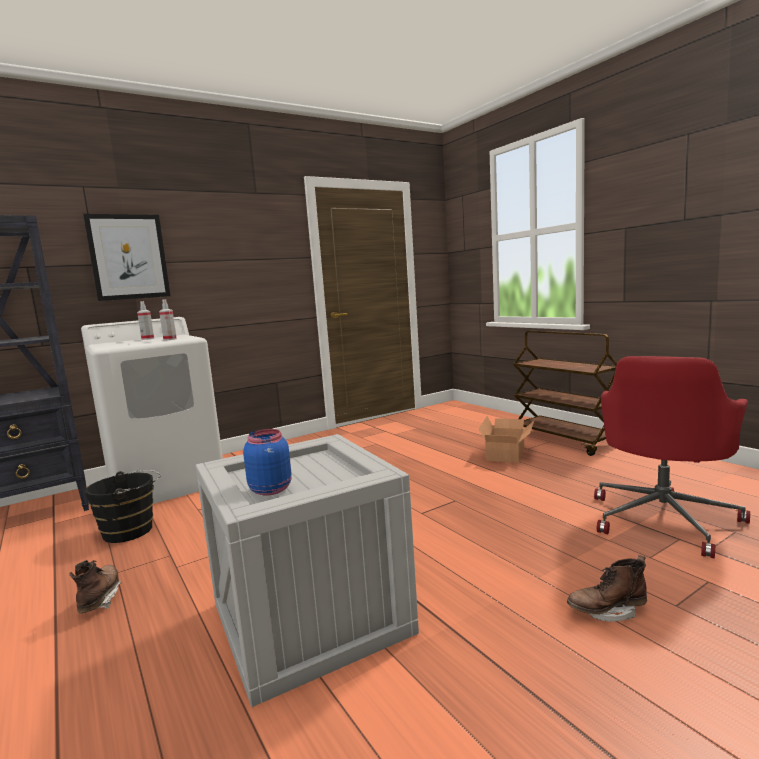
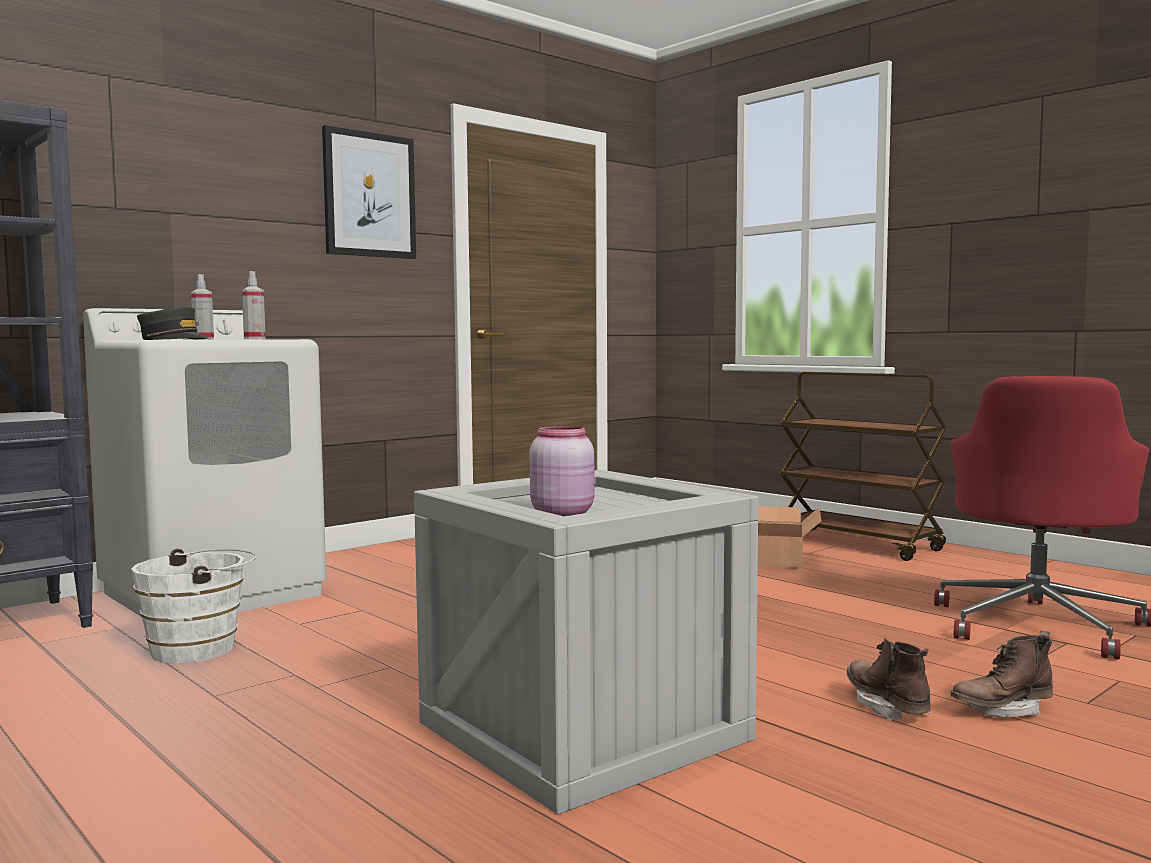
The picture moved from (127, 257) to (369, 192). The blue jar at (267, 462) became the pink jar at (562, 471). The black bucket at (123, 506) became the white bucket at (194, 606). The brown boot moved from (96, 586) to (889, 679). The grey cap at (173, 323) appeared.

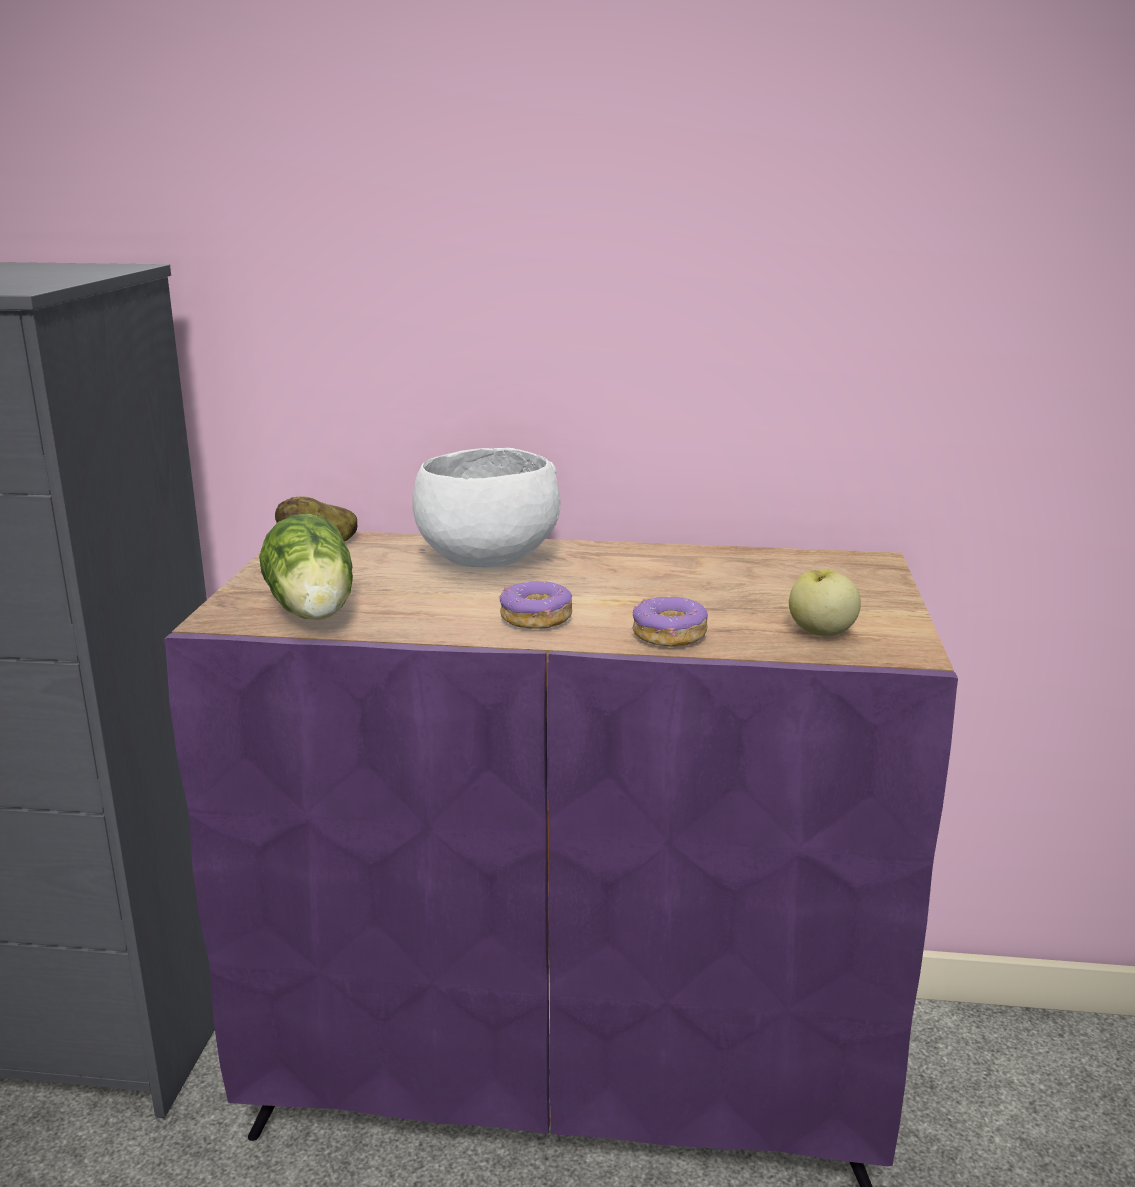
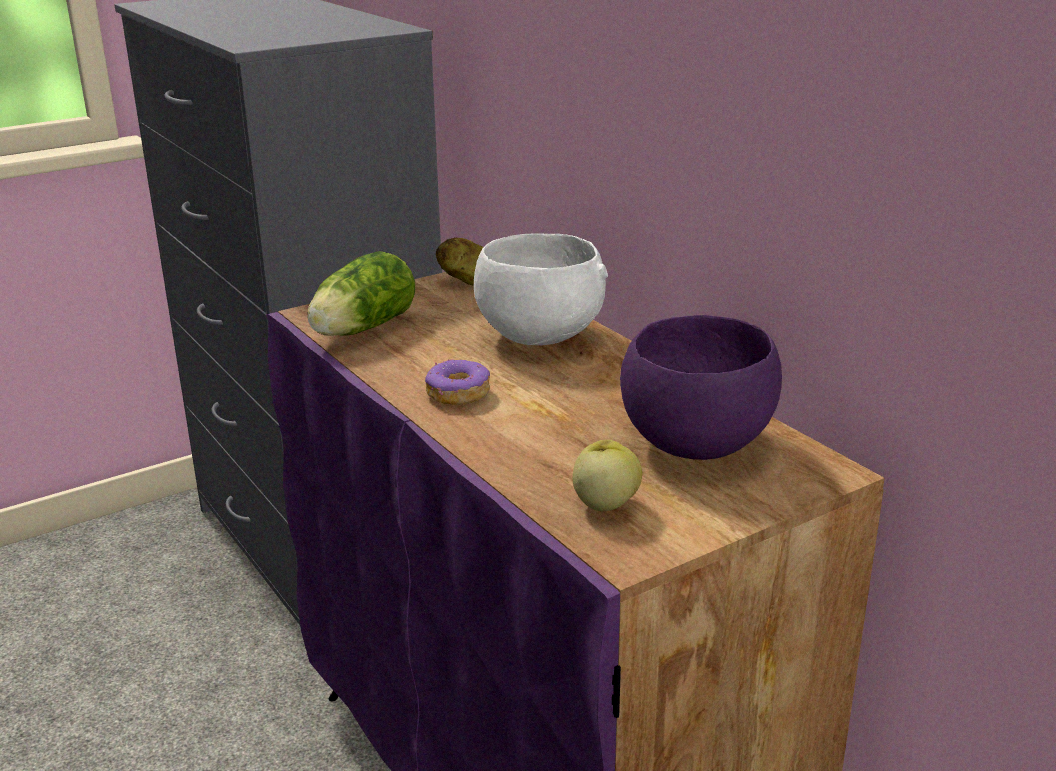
The donut at (670, 622) disappeared. The purple bowl at (701, 387) appeared.

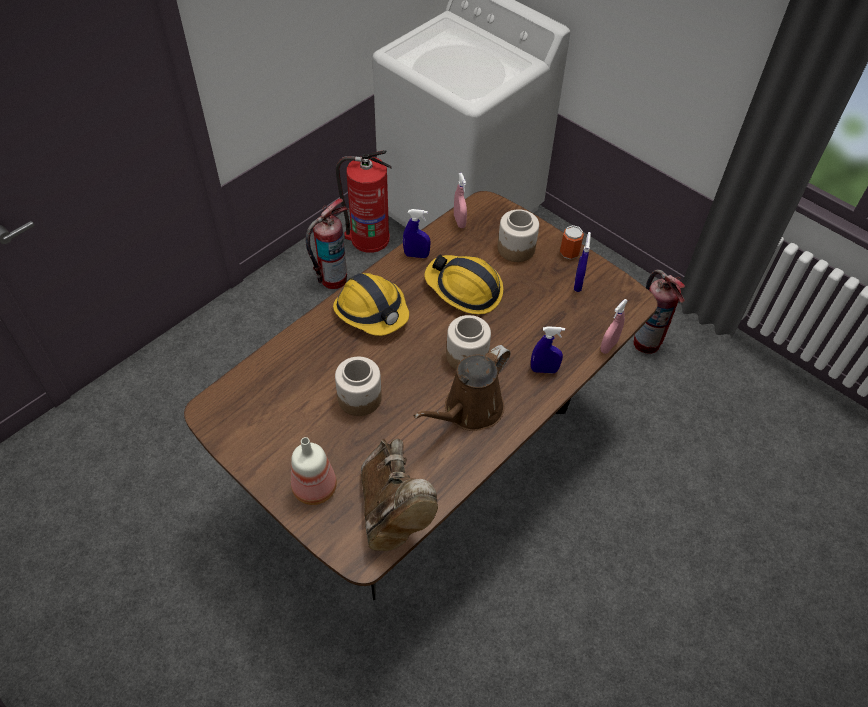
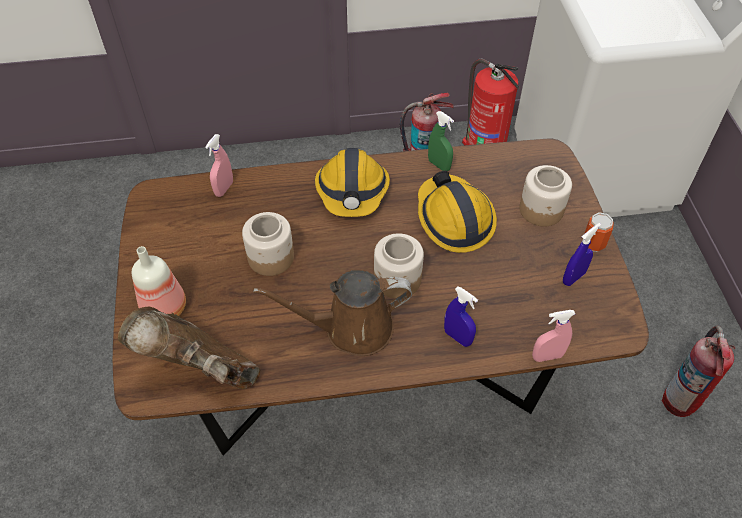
The pink spray bottle moved from (460, 200) to (219, 165). The blue spray bottle at (417, 233) became the green spray bottle at (441, 141). The brown boot at (399, 495) turned 90 degrees clockwise.

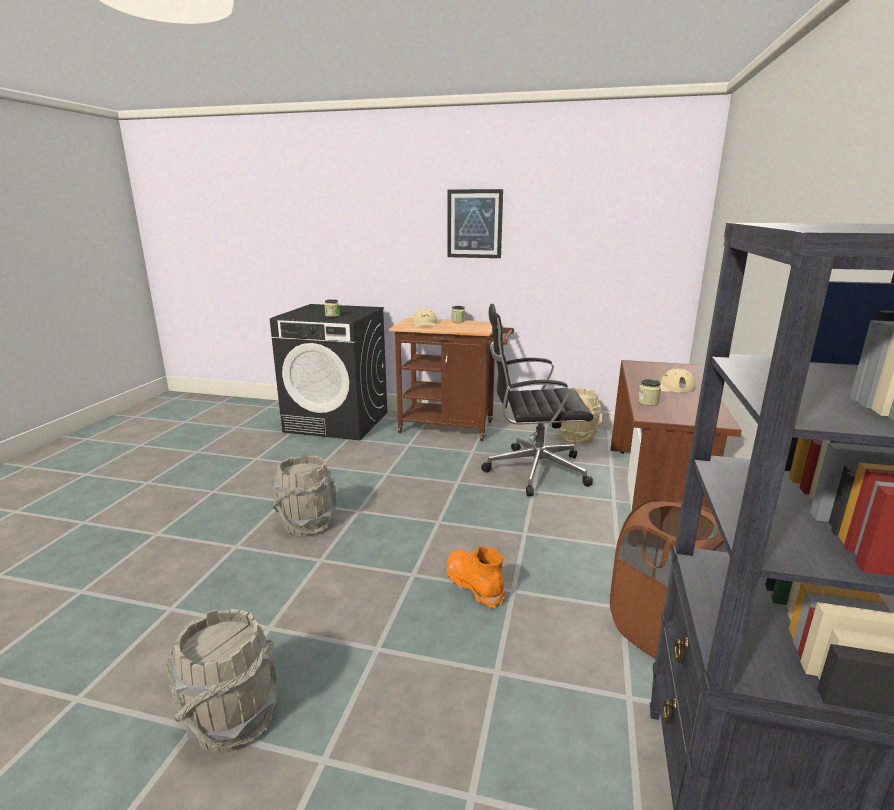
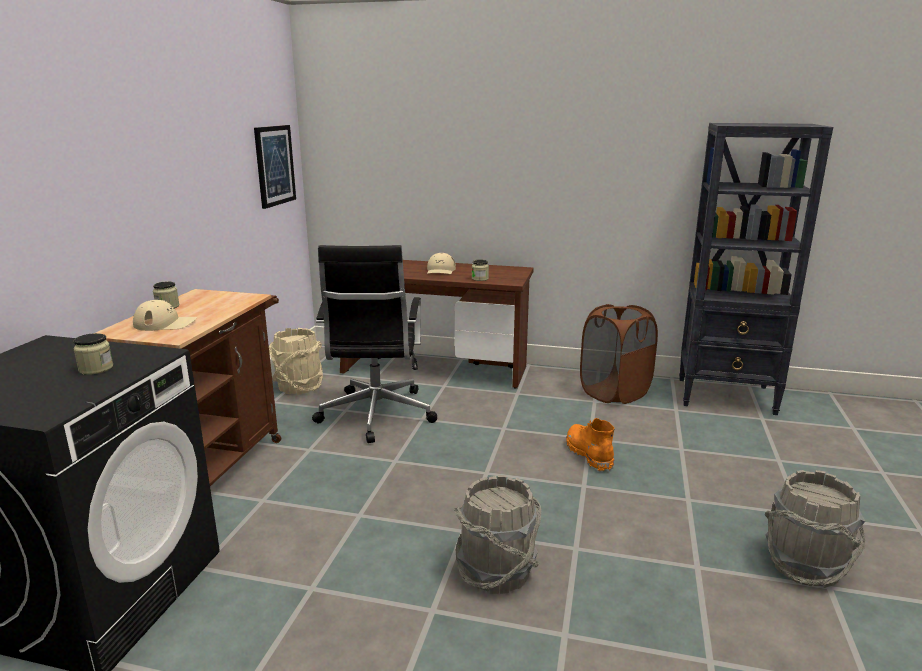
The picture moved from (475, 223) to (275, 167). The orange boot at (475, 577) turned 105 degrees clockwise.

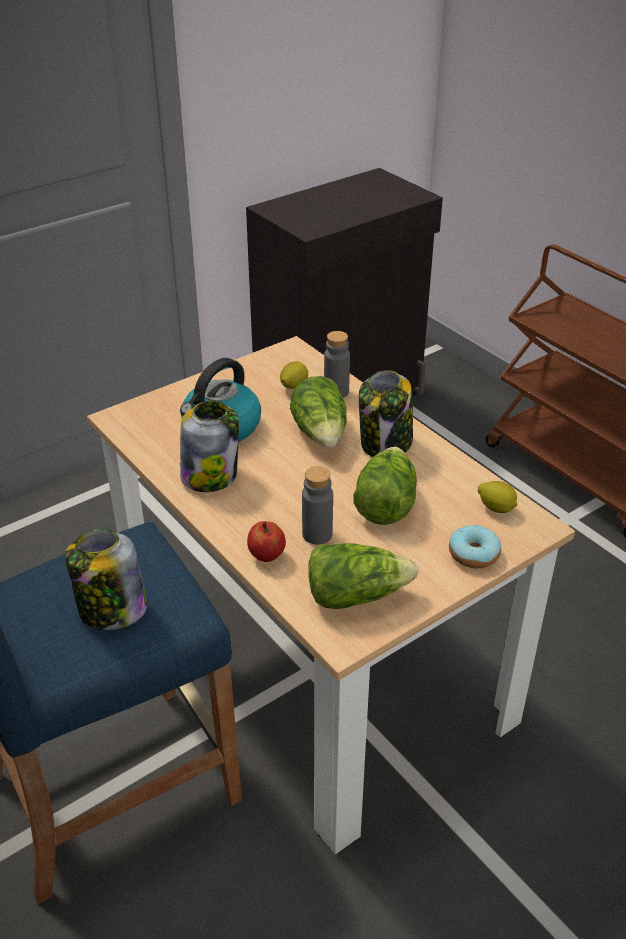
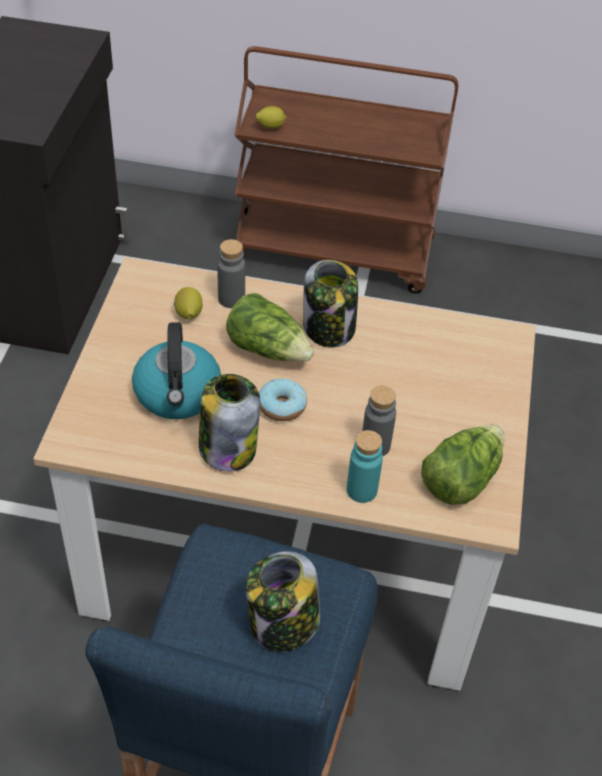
The lettuce at (385, 485) disappeared. The lemon moved from (497, 497) to (271, 117). The apple at (266, 541) was replaced by the turquoise bottle at (365, 466). The donut moved from (475, 546) to (283, 400).

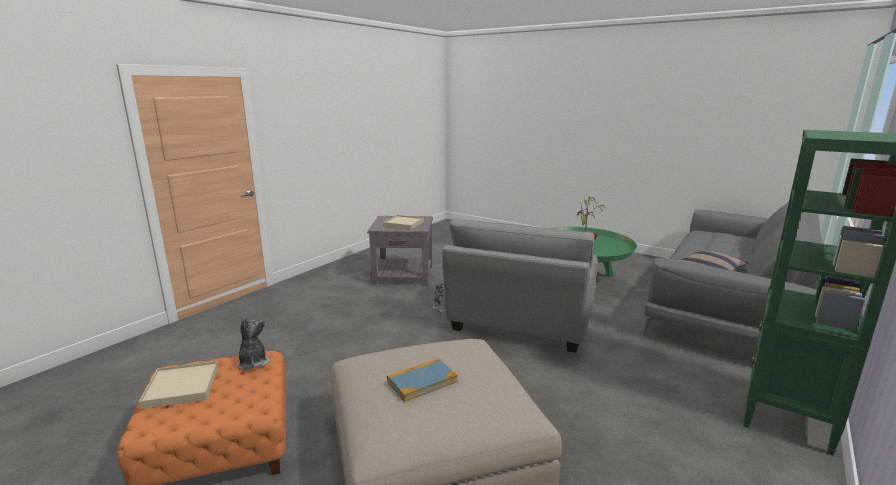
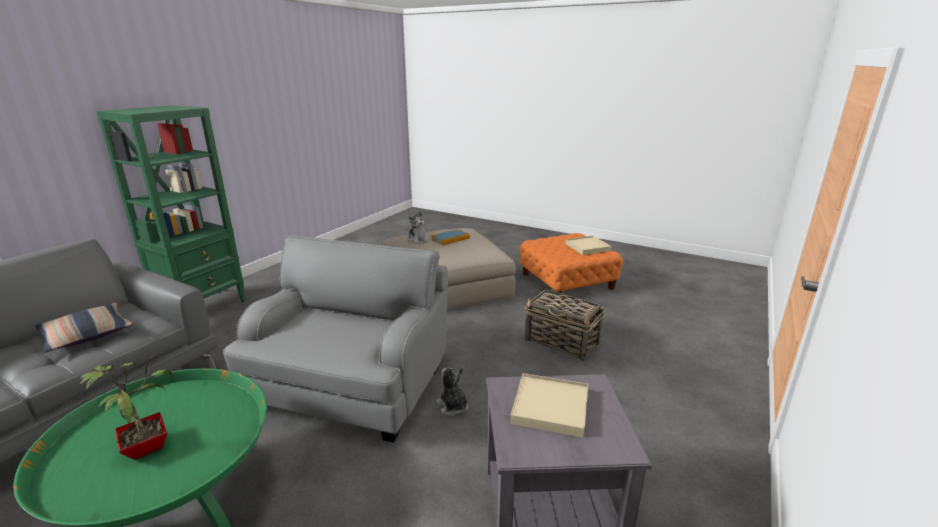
The plush toy moved from (253, 344) to (418, 227). The basket at (565, 325) appeared.

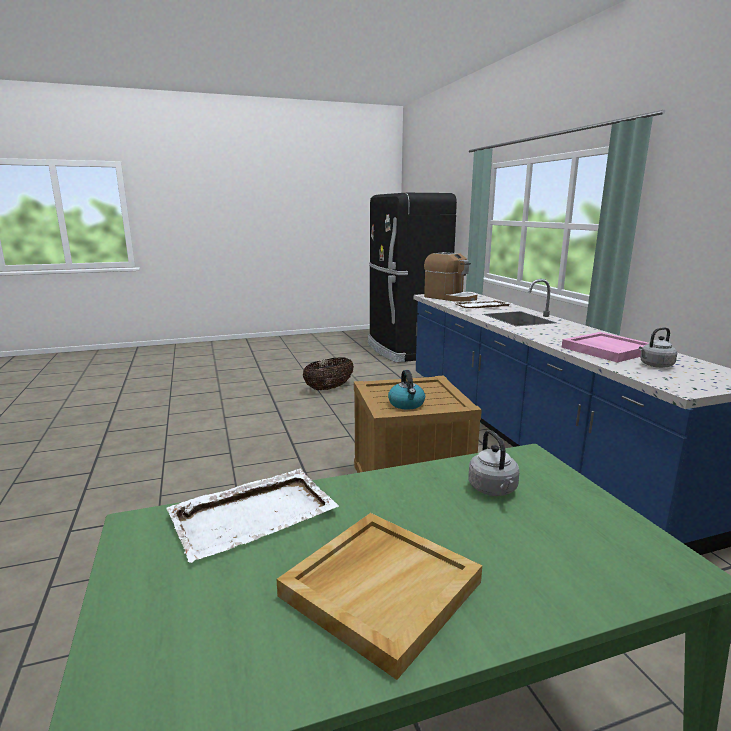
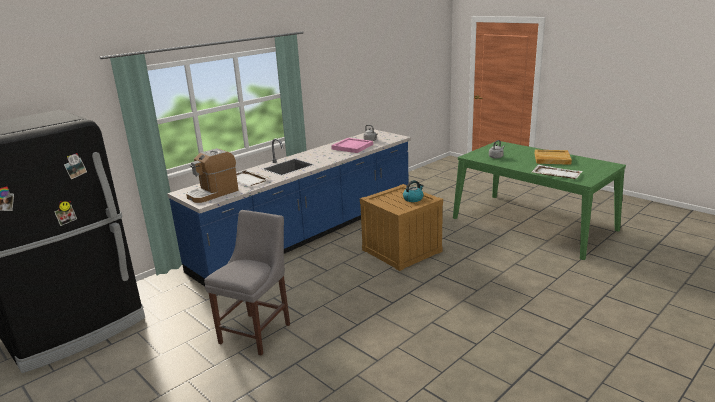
The coffee machine at (450, 277) turned 150 degrees counterclockwise. The basket at (328, 373) was replaced by the grey chair at (247, 283).

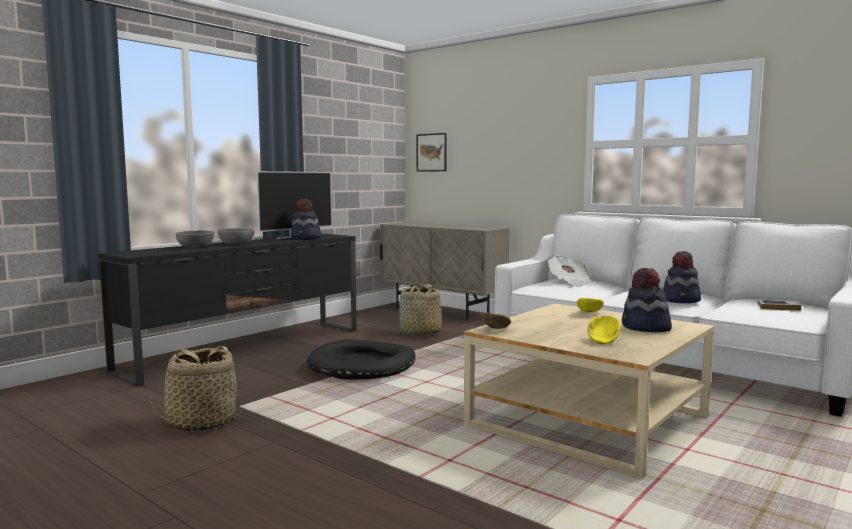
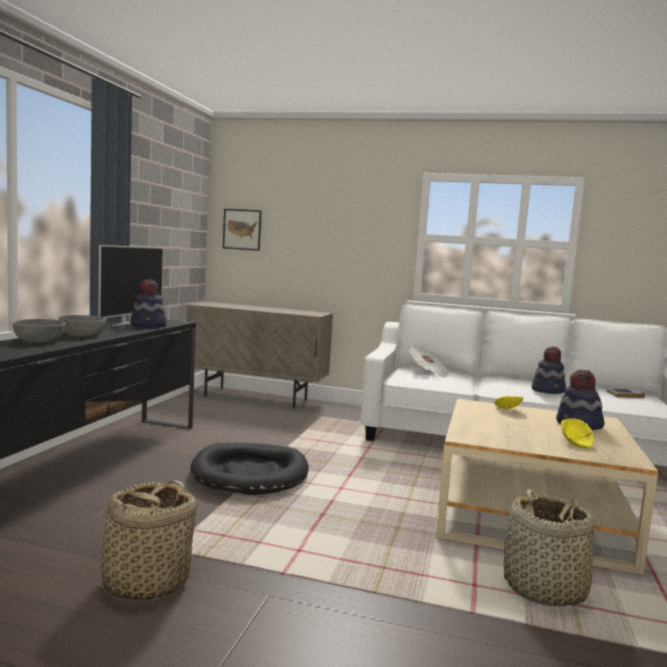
The basket moved from (420, 309) to (549, 548). The brown bowl at (495, 320) disappeared.

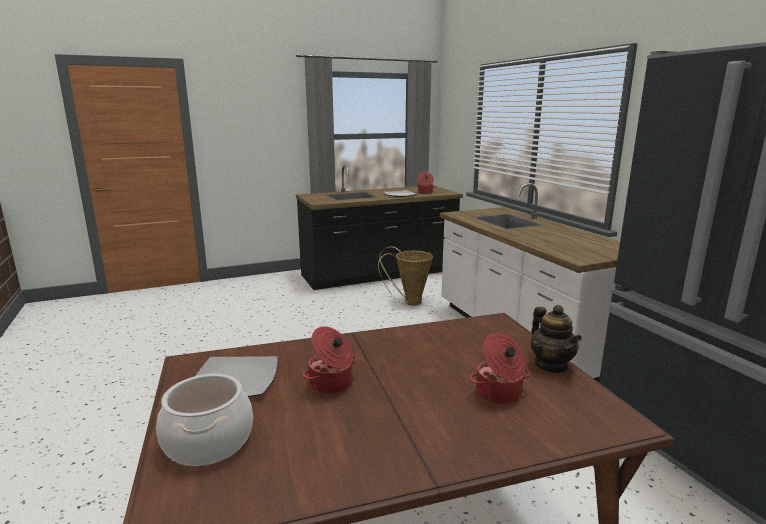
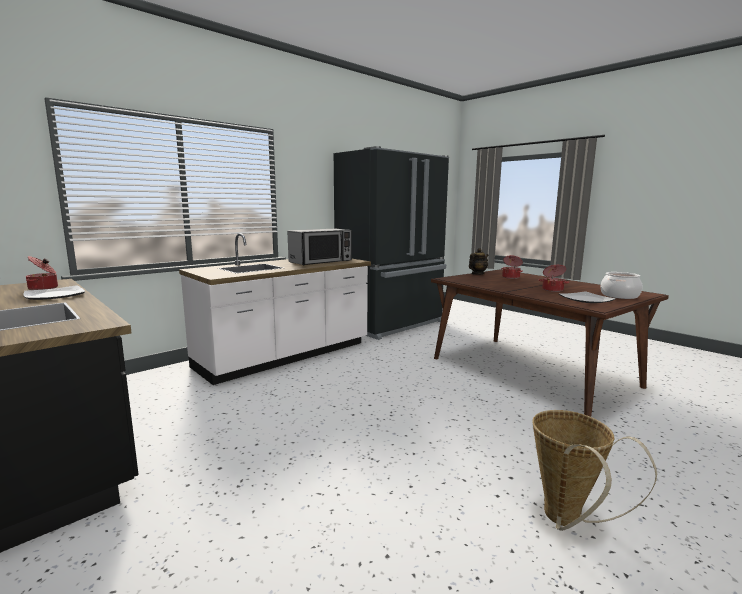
The basket moved from (405, 276) to (594, 470). The microwave at (319, 247) appeared.

